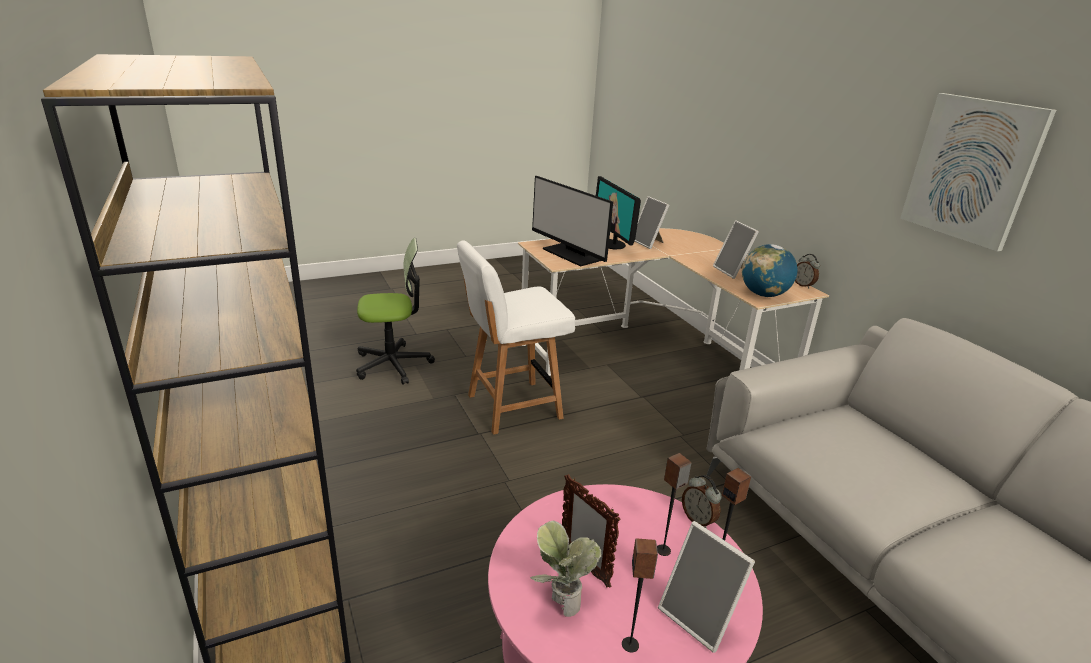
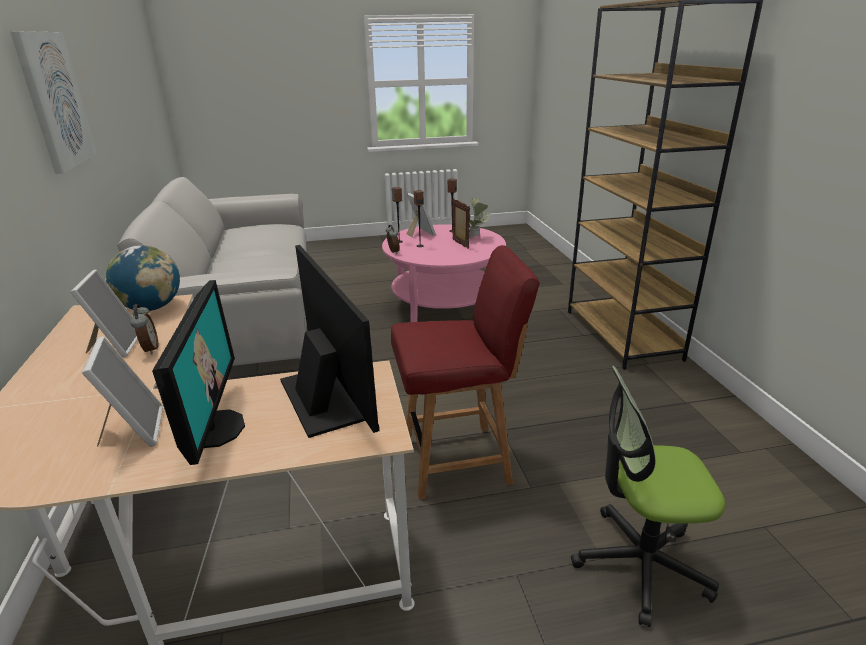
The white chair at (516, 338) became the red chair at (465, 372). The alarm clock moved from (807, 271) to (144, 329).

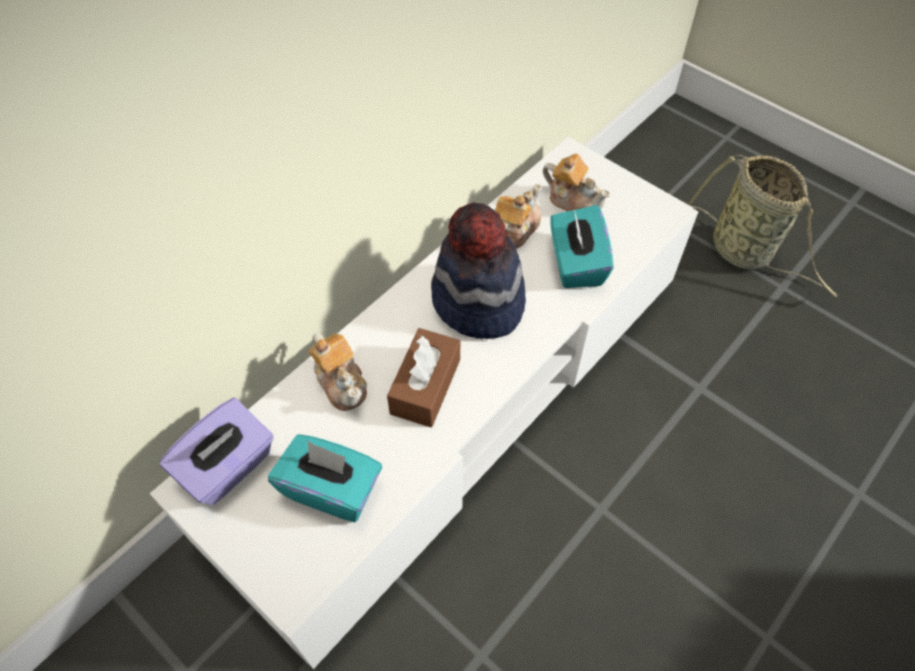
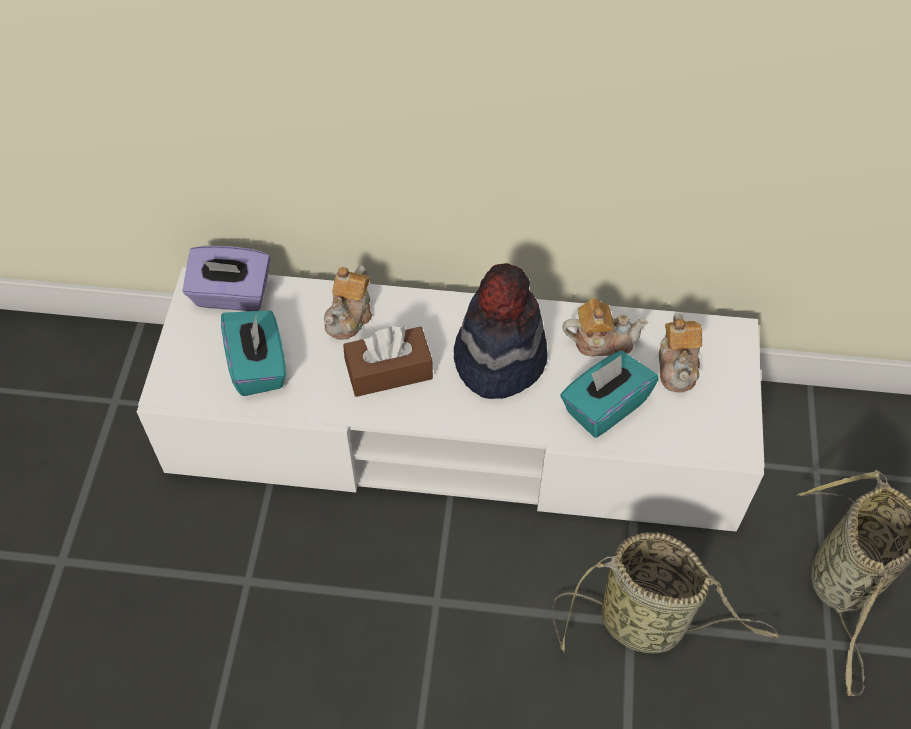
The basket at (666, 592) appeared.

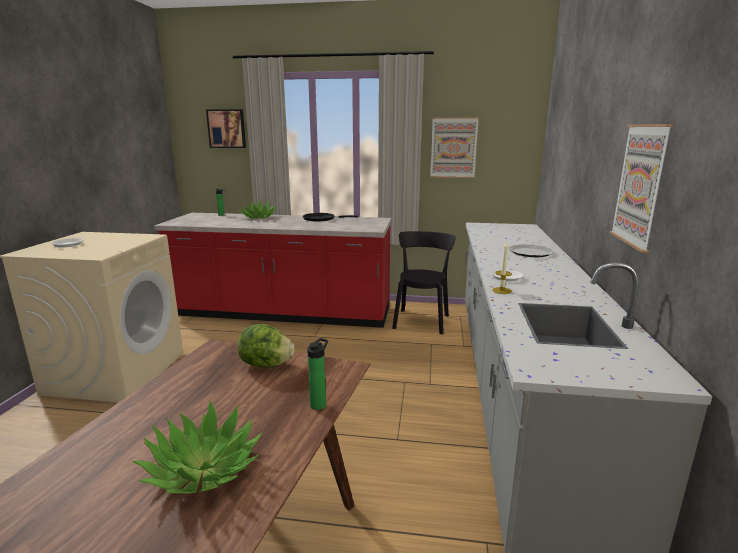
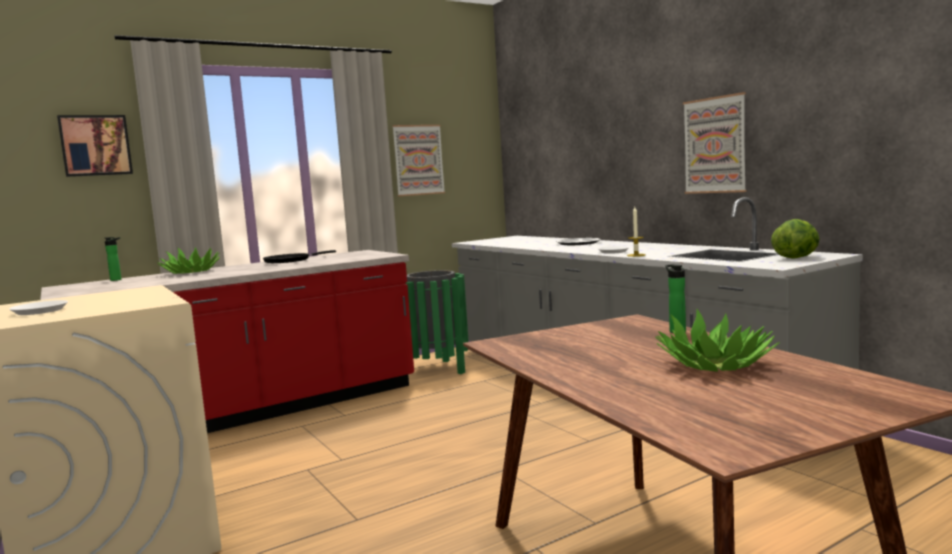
The black chair at (423, 282) was replaced by the green trash can at (437, 322). The lettuce moved from (266, 346) to (795, 239).

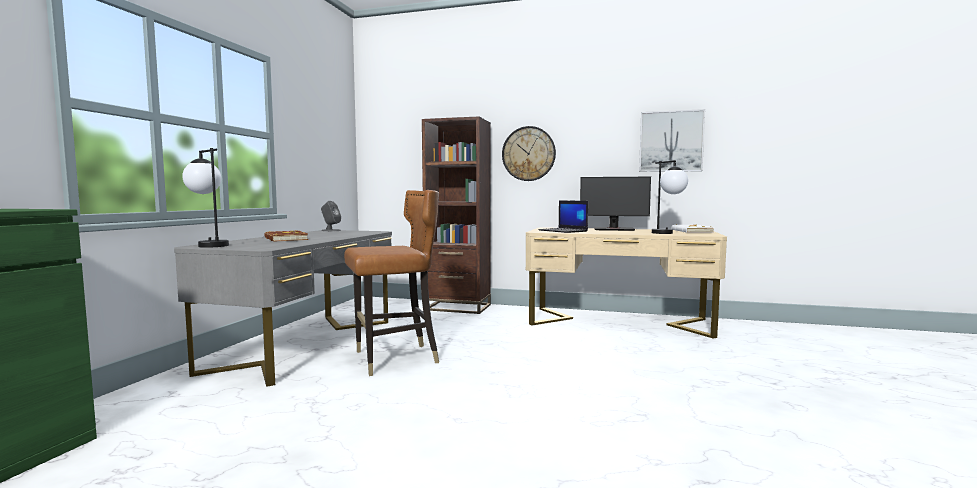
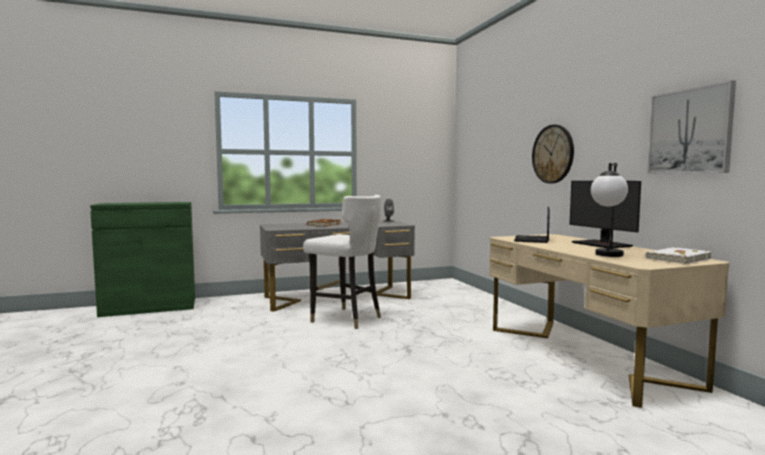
The brown bookcase at (456, 215) disappeared. The table lamp at (205, 198) disappeared. The brown chair at (391, 283) became the white chair at (342, 262).

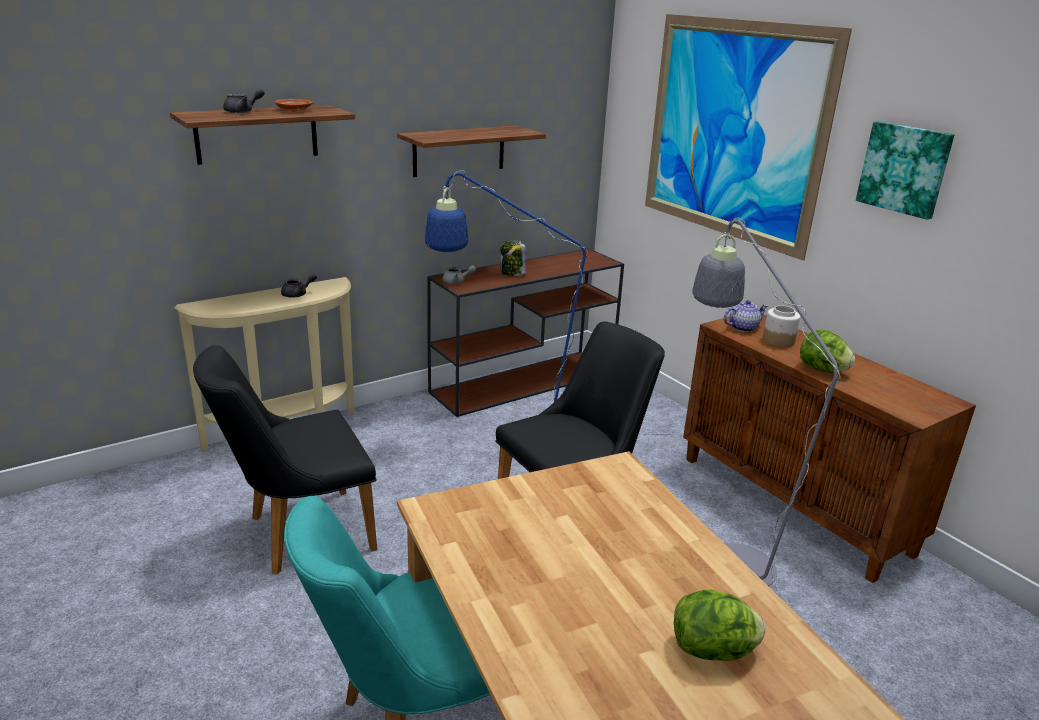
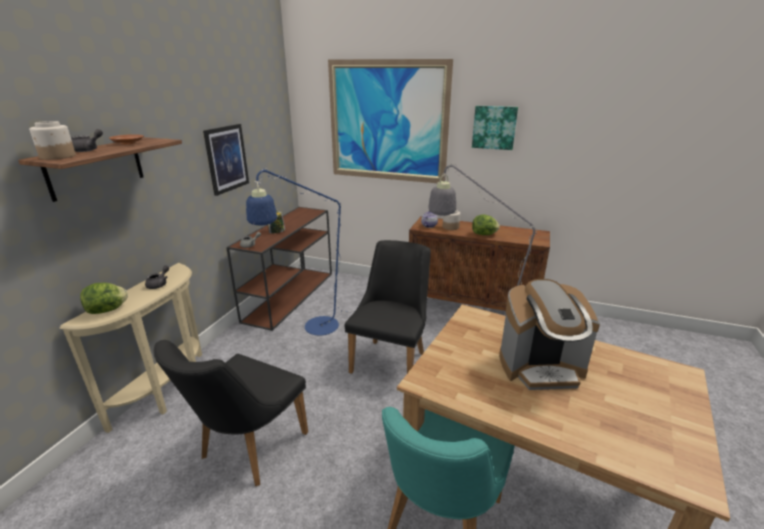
The shelf at (471, 151) was replaced by the picture at (226, 160). The lettuce moved from (719, 625) to (104, 298). The jar at (52, 140) appeared. The coffee machine at (549, 334) appeared.

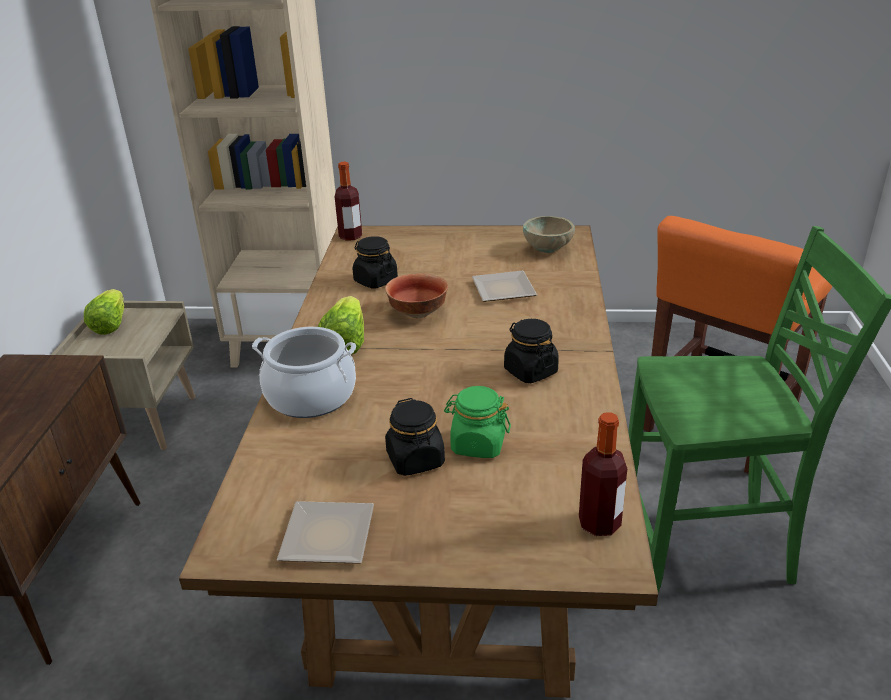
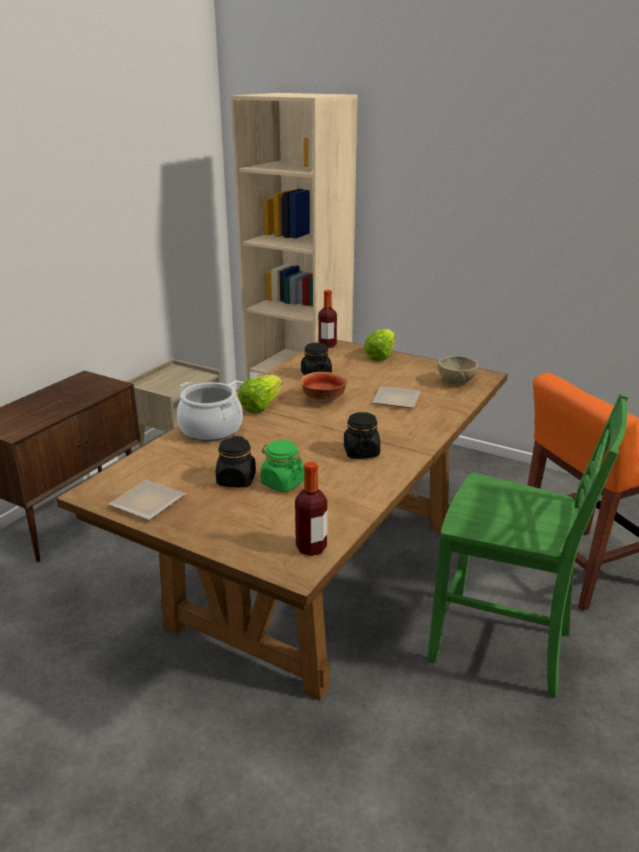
The lettuce moved from (104, 312) to (379, 345).

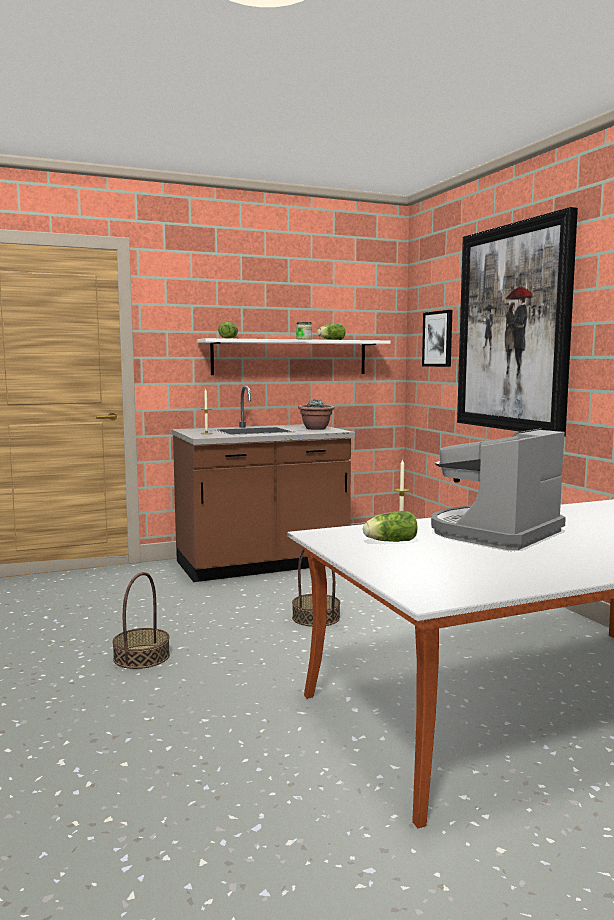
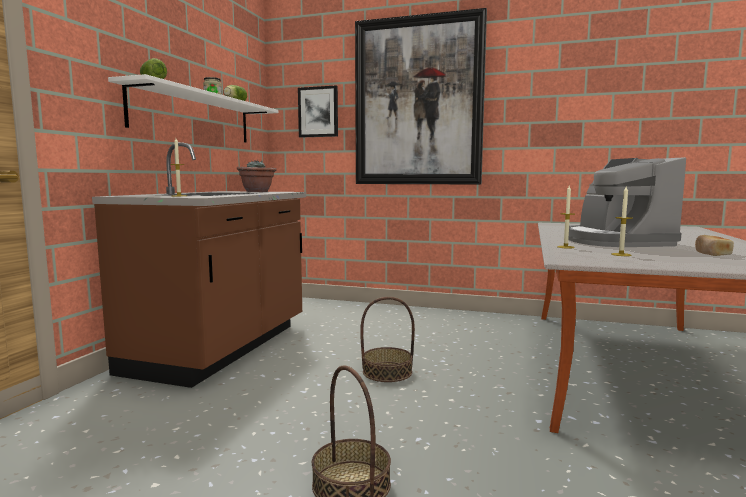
The lettuce at (390, 526) was replaced by the candle at (622, 221). The bread at (714, 245) appeared.

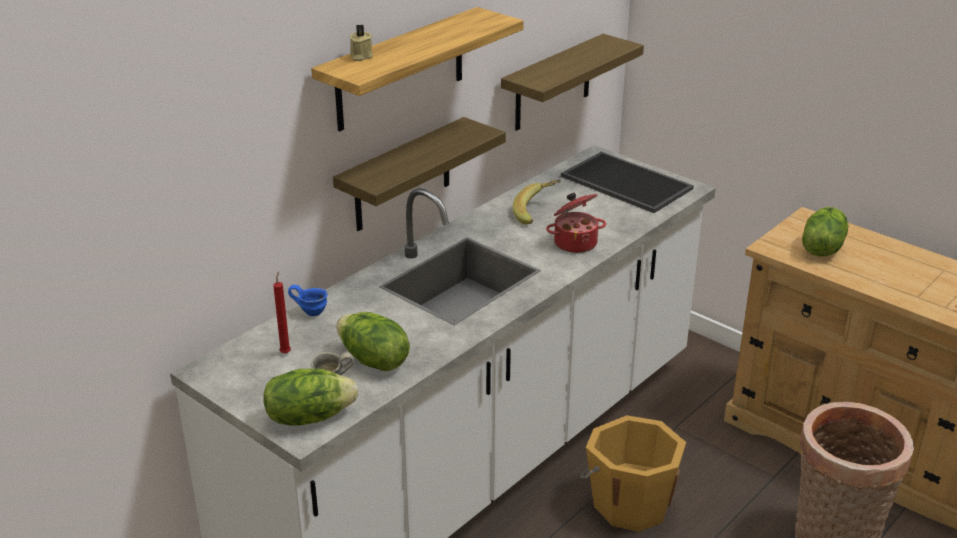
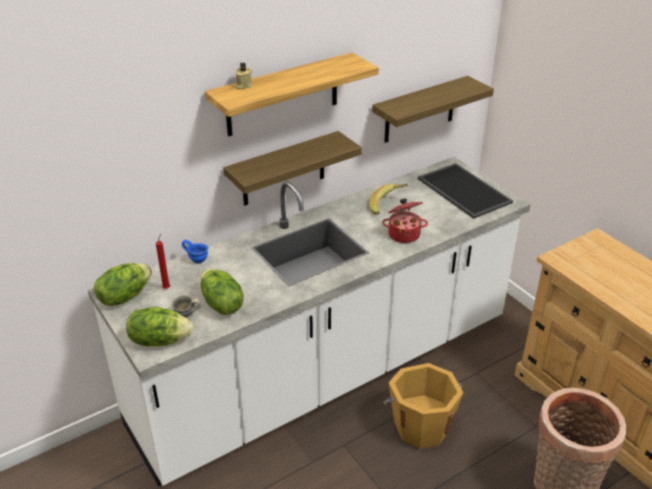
The lettuce moved from (825, 232) to (123, 284).

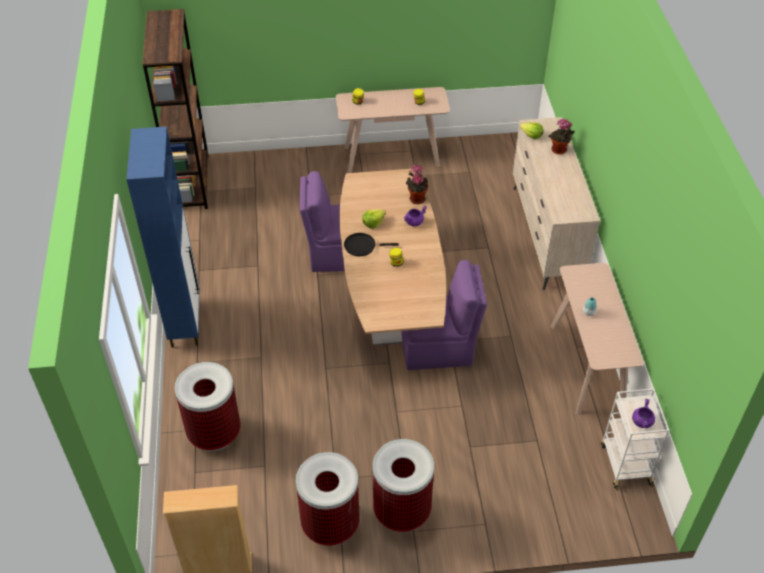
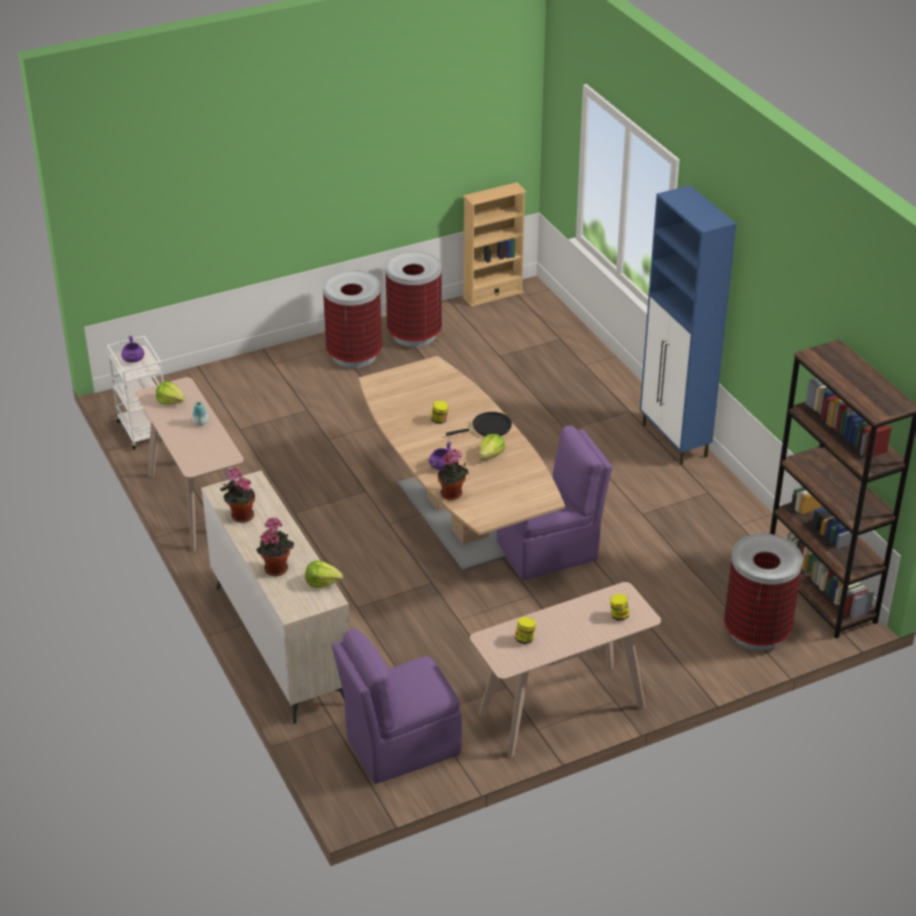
The purple chair moved from (444, 315) to (397, 706). The trash can moved from (208, 406) to (763, 592). The lettuce at (170, 393) appeared. The potted plant at (237, 495) appeared.

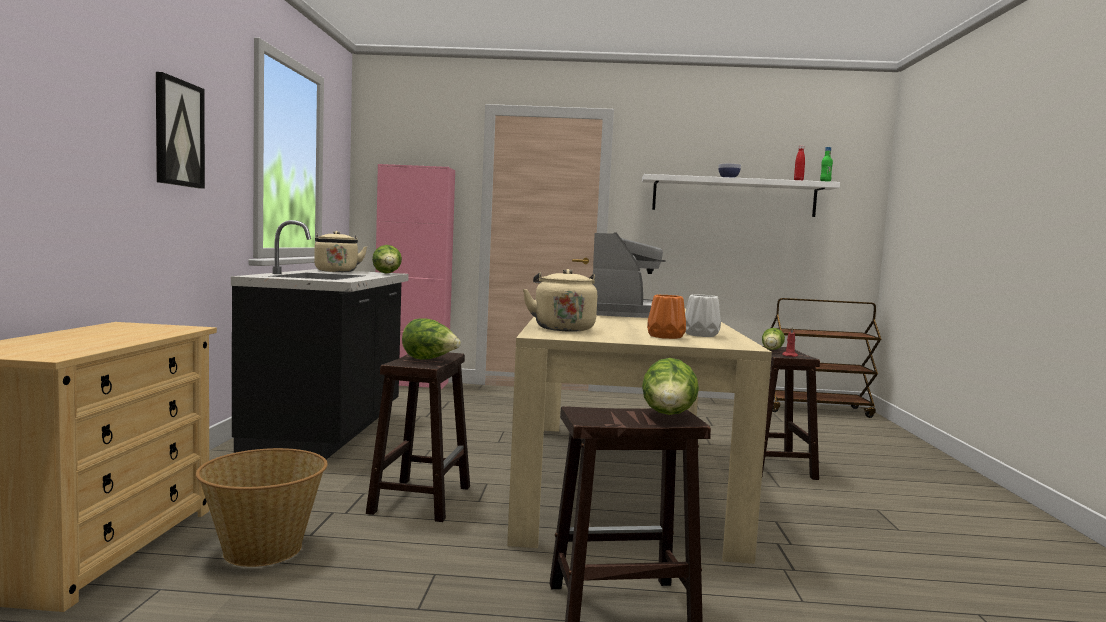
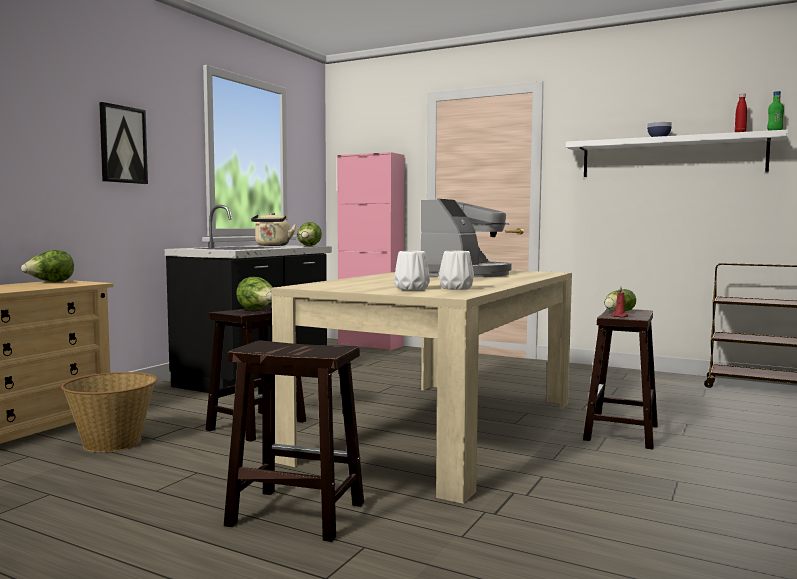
The beige kettle at (560, 300) disappeared. The orange vase at (666, 317) became the white vase at (412, 270). The lettuce moved from (670, 386) to (47, 266).

